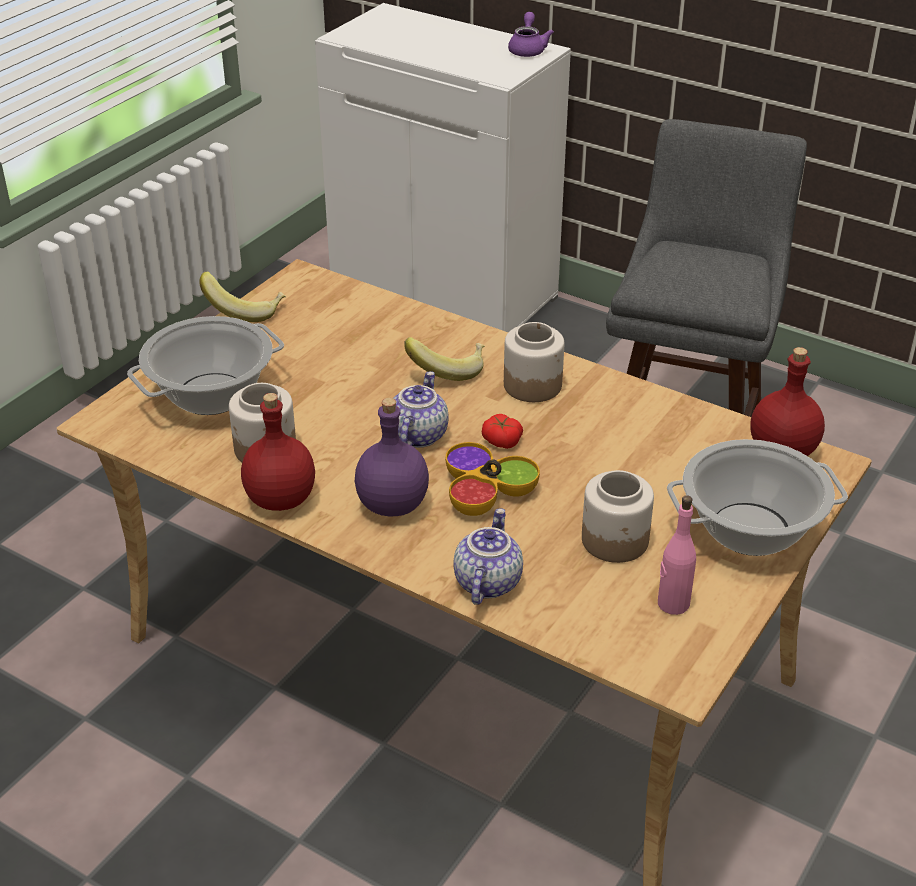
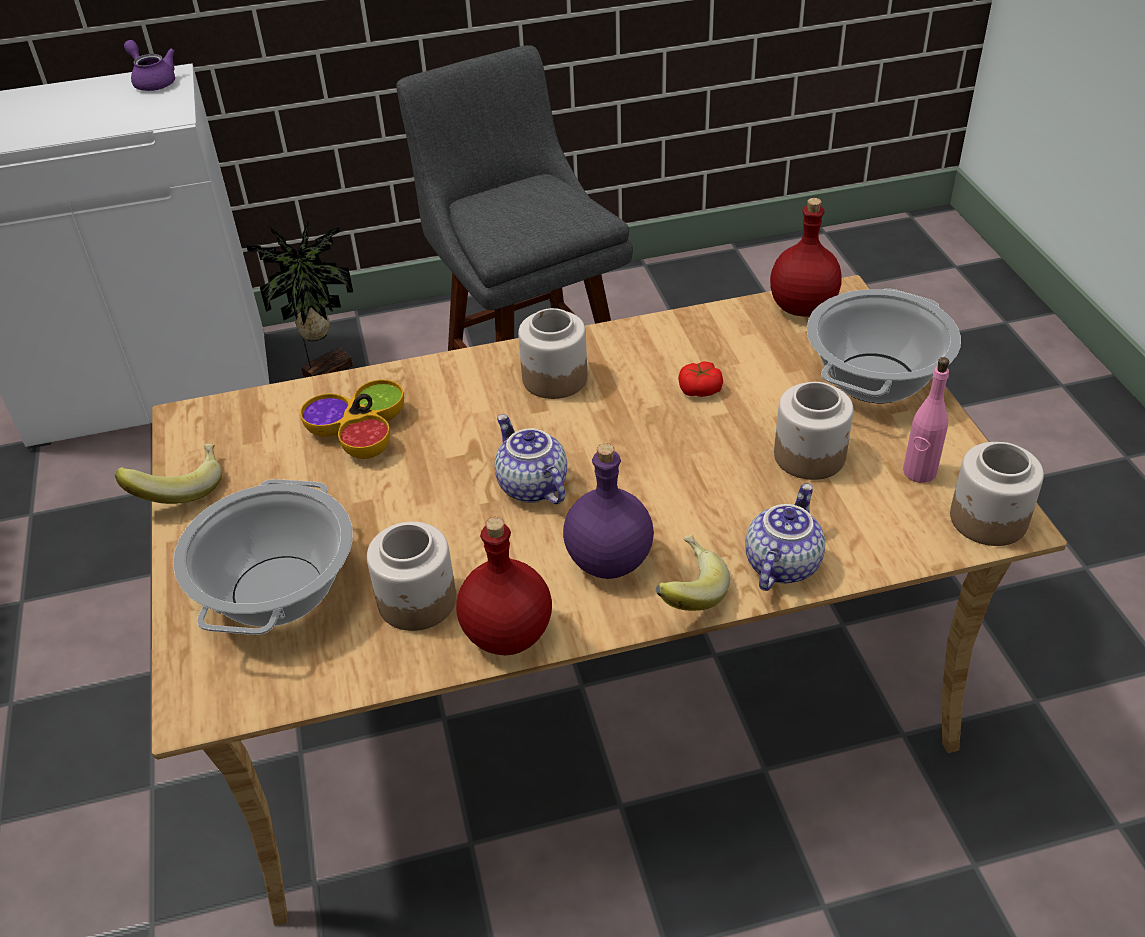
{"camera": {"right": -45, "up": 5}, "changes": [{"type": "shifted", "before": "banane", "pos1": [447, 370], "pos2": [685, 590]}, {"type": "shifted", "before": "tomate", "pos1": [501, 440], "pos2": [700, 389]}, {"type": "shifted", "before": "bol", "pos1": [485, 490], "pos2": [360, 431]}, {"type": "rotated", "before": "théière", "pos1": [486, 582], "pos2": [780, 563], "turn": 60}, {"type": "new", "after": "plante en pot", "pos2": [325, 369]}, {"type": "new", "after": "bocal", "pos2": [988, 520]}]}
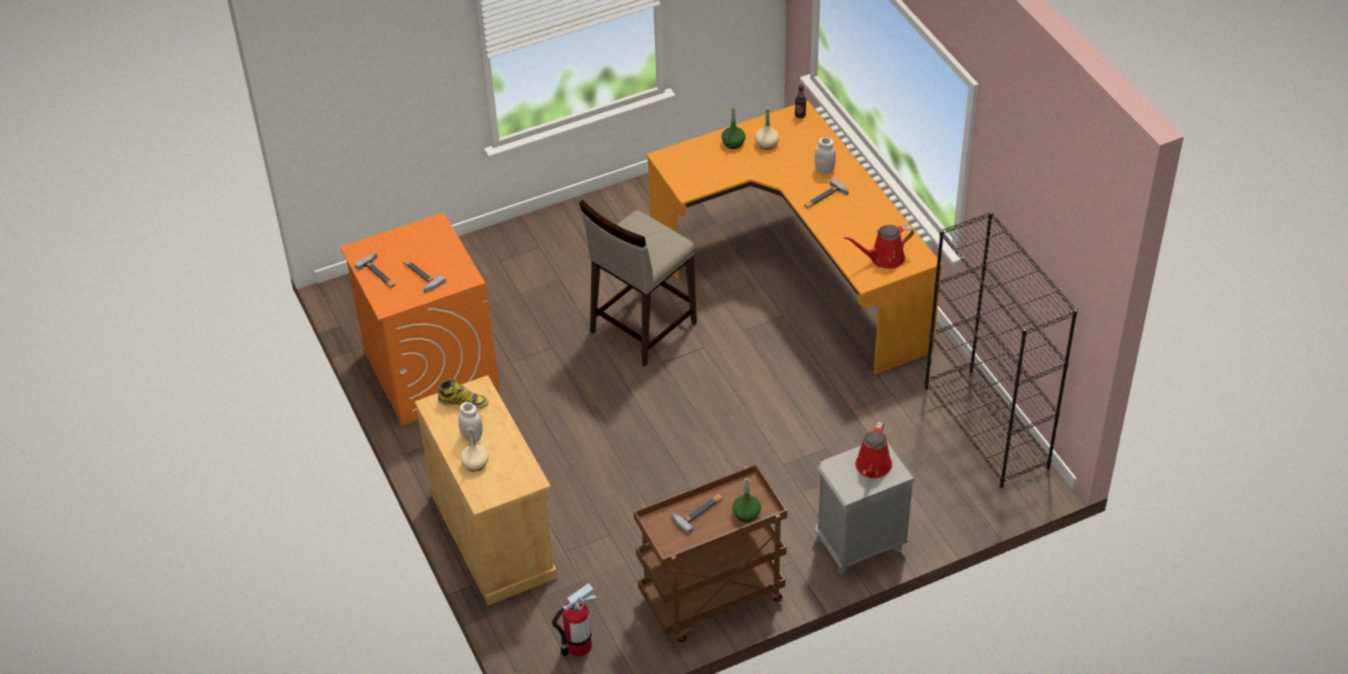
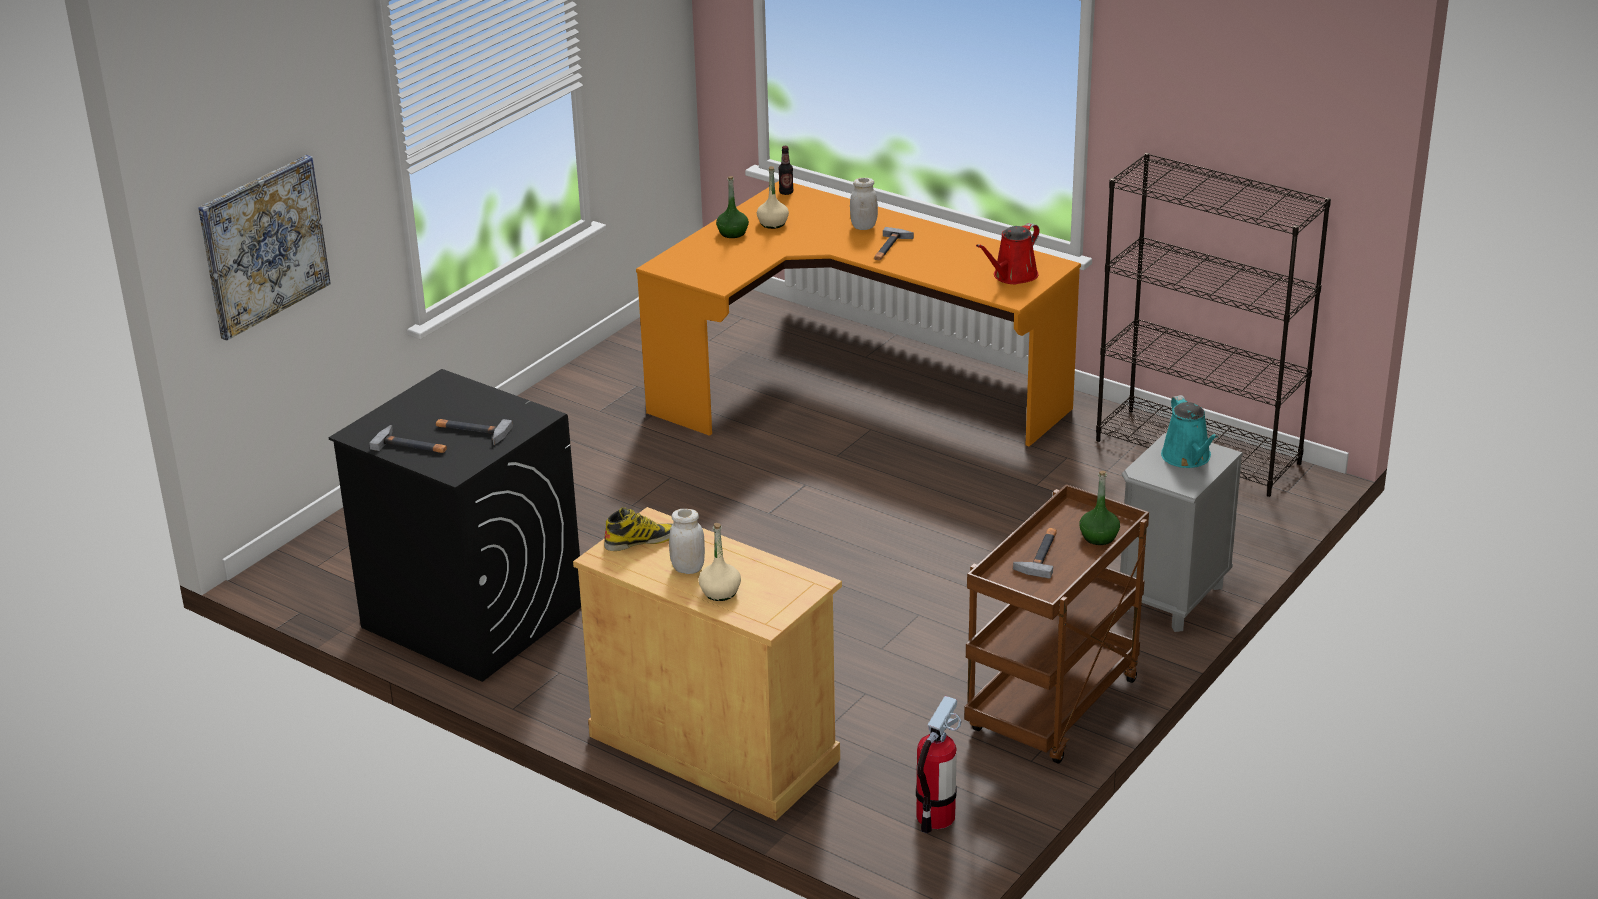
{"camera": {"right": -30, "up": -15}, "changes": [{"type": "gone", "before": "tabouret [beige]", "pos1": [642, 327]}, {"type": "repainted", "before": "lave-linge [orange]", "after": "lave-linge [noir]", "pos1": [430, 371], "pos2": [471, 616]}, {"type": "repainted", "before": "arrosoir [rouge]", "after": "arrosoir [turquoise]", "pos1": [872, 468], "pos2": [1188, 458]}, {"type": "new", "after": "tableau", "pos2": [263, 246]}]}
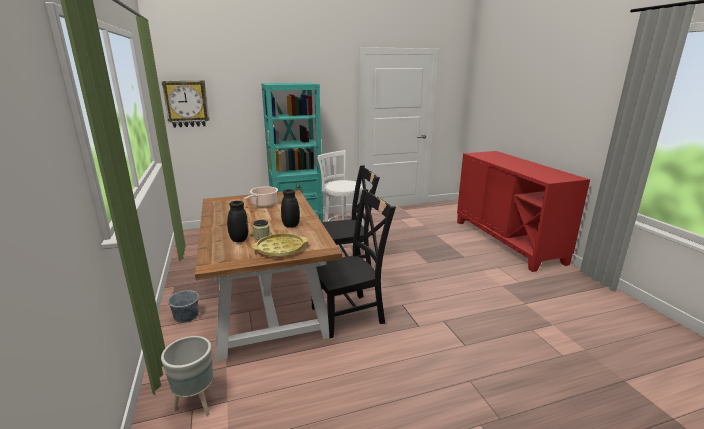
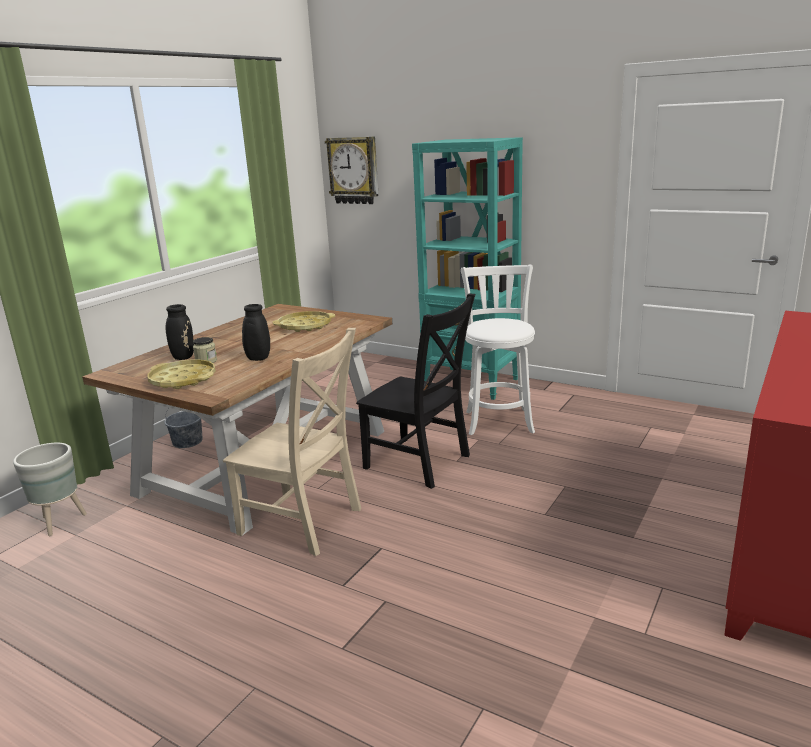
{"camera": {"right": 50, "up": 0}, "changes": [{"type": "swapped", "before": "marmite", "after": "plateau [jaune]", "pos1": [263, 205], "pos2": [304, 326]}, {"type": "repainted", "before": "chaise [noir]", "after": "chaise [beige]", "pos1": [350, 314], "pos2": [304, 523]}]}
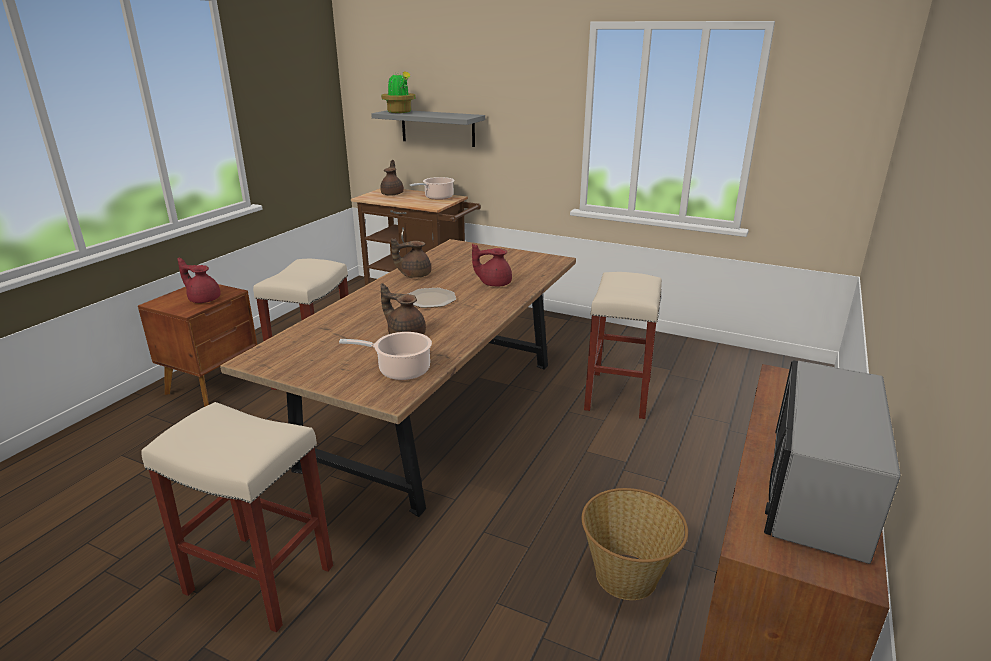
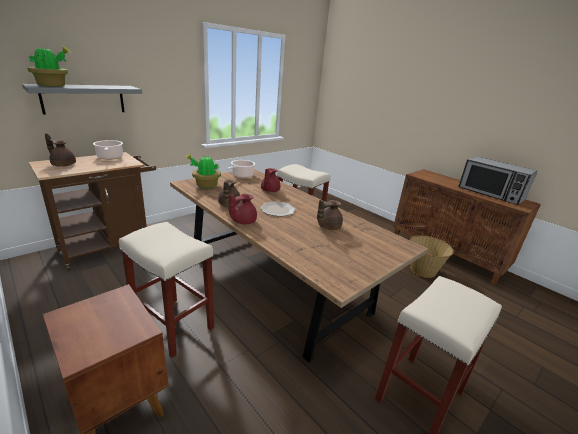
{"camera": {"right": -70, "up": 0}, "changes": [{"type": "shifted", "before": "théière [rouge]", "pos1": [203, 299], "pos2": [242, 221]}, {"type": "shifted", "before": "marmite", "pos1": [400, 370], "pos2": [241, 176]}, {"type": "new", "after": "plante en pot", "pos2": [205, 185]}]}
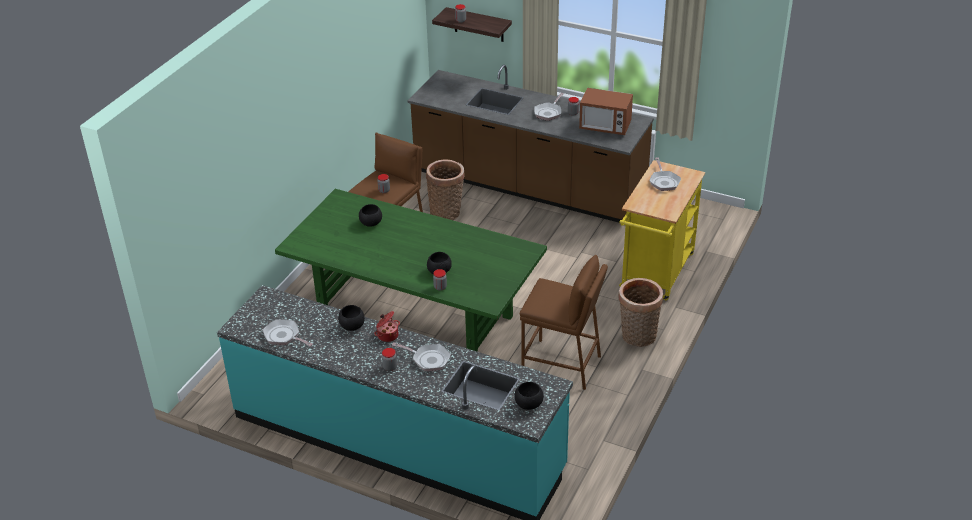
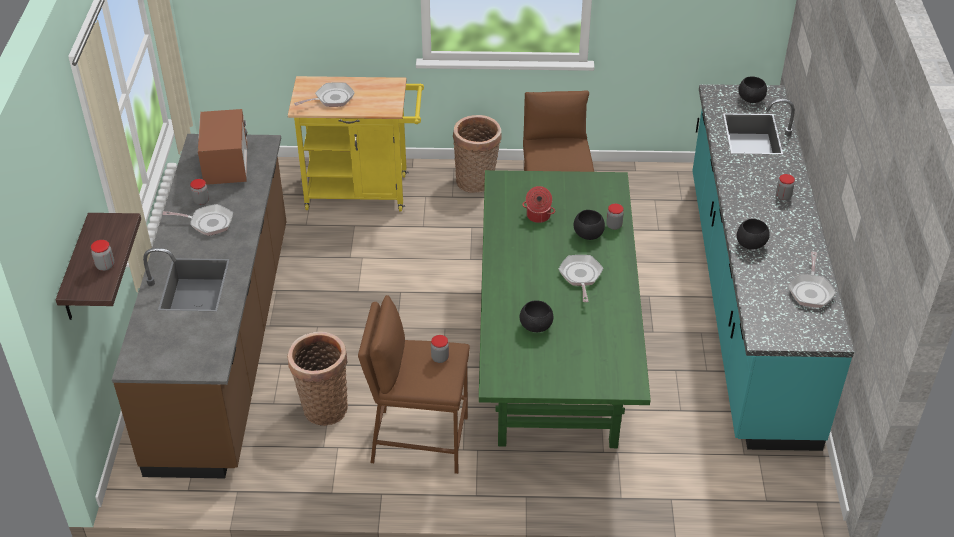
{"camera": {"right": -115, "up": 5}, "changes": [{"type": "shifted", "before": "marmite", "pos1": [387, 335], "pos2": [538, 216]}, {"type": "shifted", "before": "poêle", "pos1": [428, 359], "pos2": [580, 276]}]}
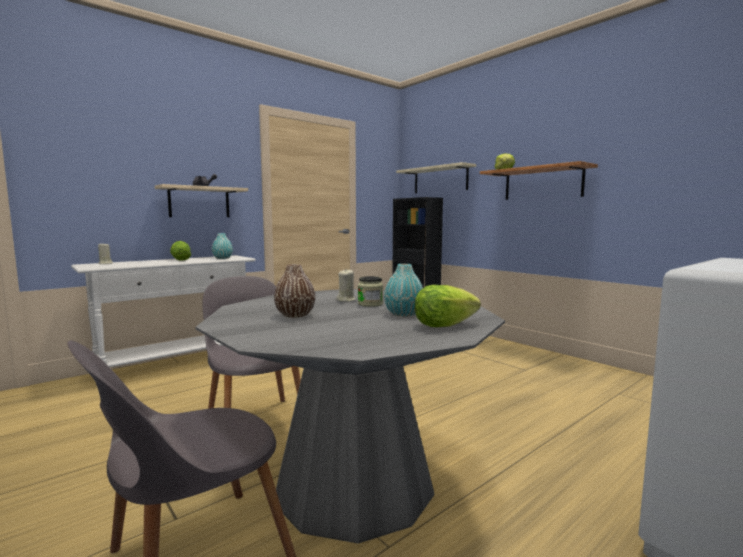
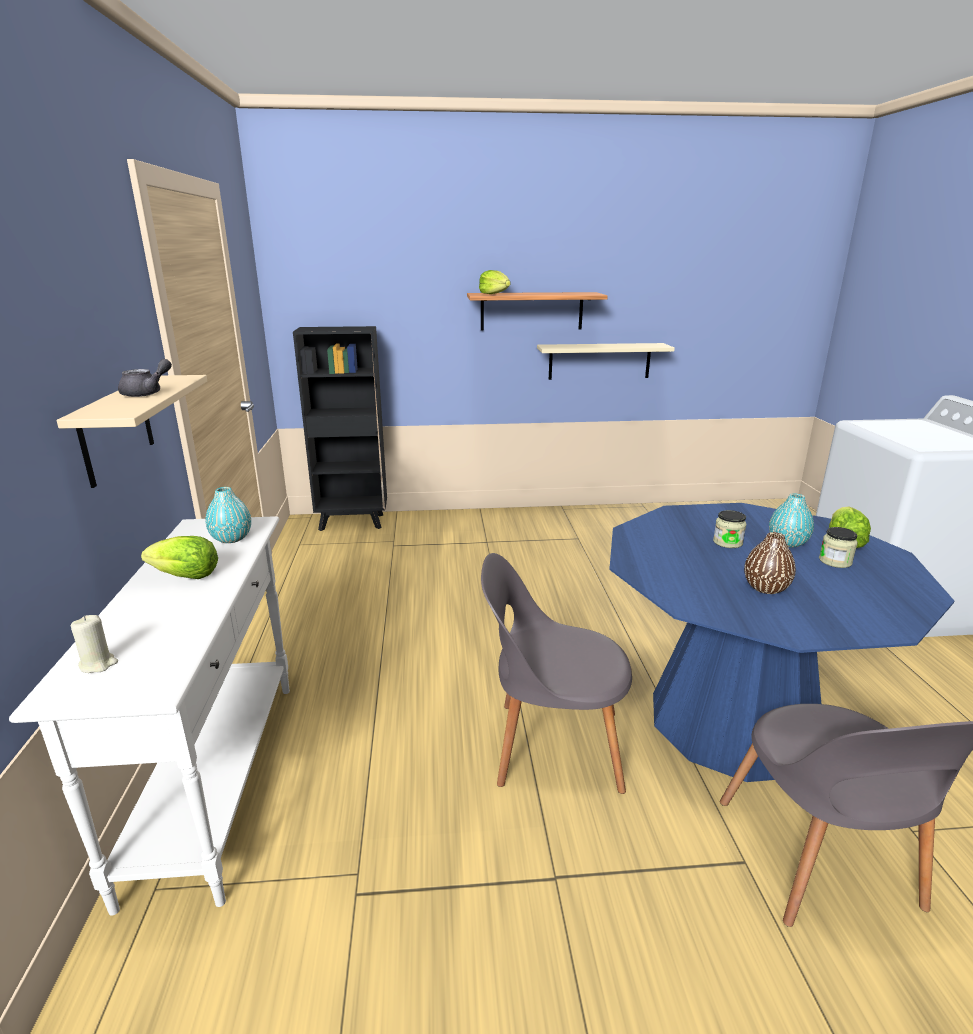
{"camera": {"right": -55, "up": 15}, "changes": [{"type": "shifted", "before": "étagère [beige]", "pos1": [440, 180], "pos2": [599, 361]}, {"type": "gone", "before": "bougie [beige]", "pos1": [346, 300]}, {"type": "repainted", "before": "table à manger [gris]", "after": "table à manger [bleu]", "pos1": [354, 482], "pos2": [734, 720]}, {"type": "new", "after": "bocal", "pos2": [835, 561]}]}
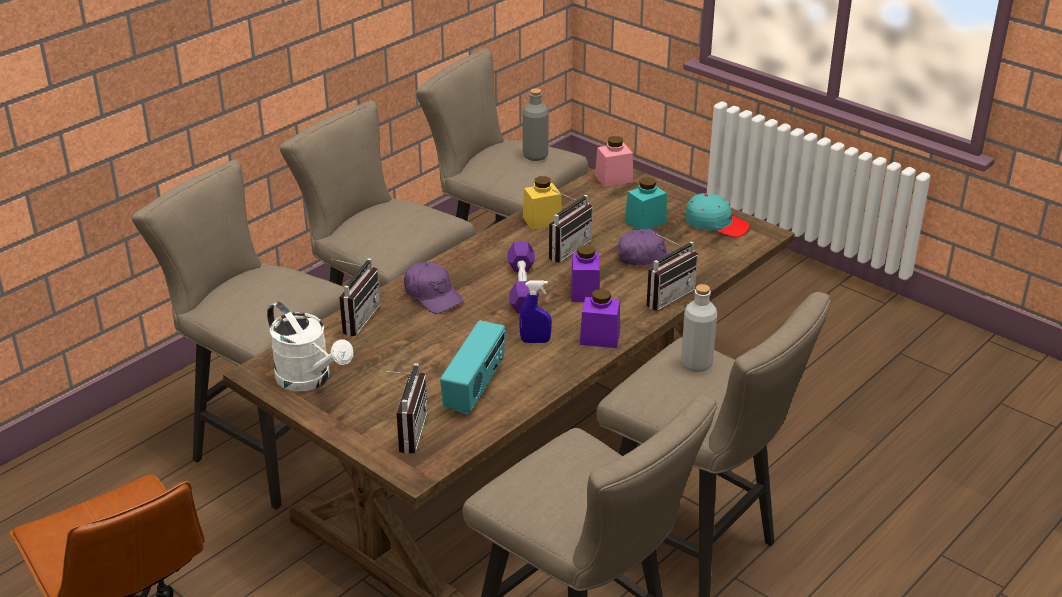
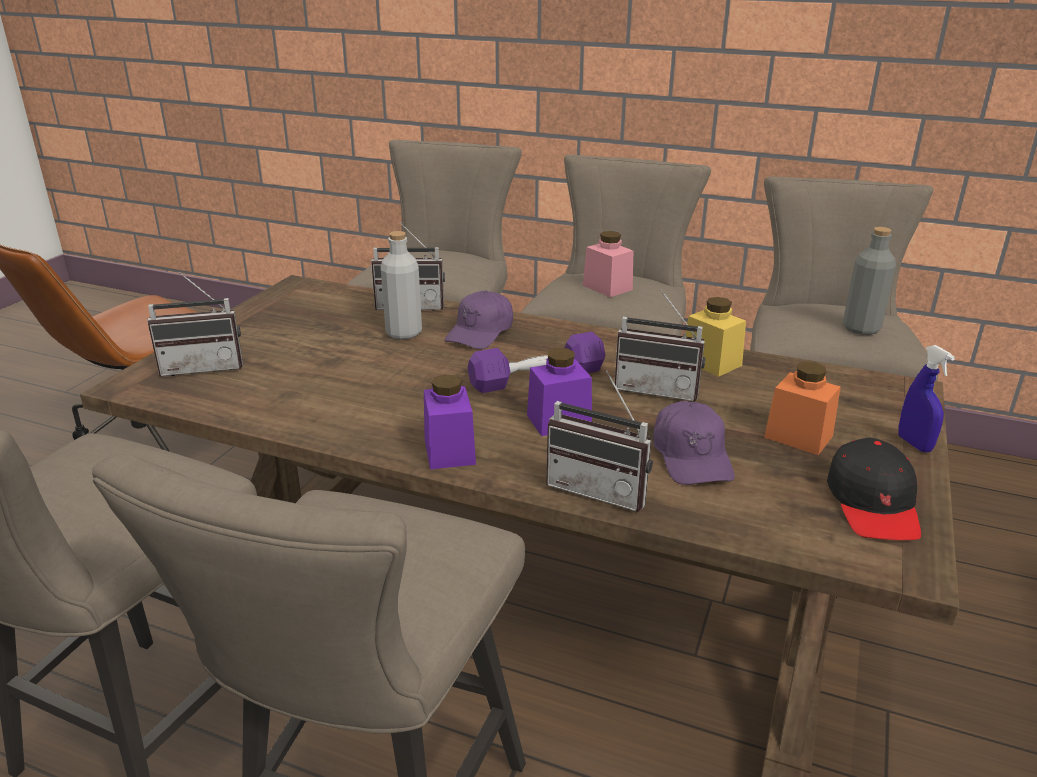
{"camera": {"right": 70, "up": -5}, "changes": [{"type": "shifted", "before": "bocal [rose]", "pos1": [613, 178], "pos2": [607, 287]}, {"type": "repainted", "before": "bocal [turquoise]", "after": "bocal [orange]", "pos1": [645, 222], "pos2": [798, 436]}, {"type": "repainted", "before": "casquette [turquoise]", "after": "casquette [noir]", "pos1": [716, 224], "pos2": [873, 504]}, {"type": "shifted", "before": "vaporisateur [bleu]", "pos1": [535, 341], "pos2": [914, 444]}, {"type": "shifted", "before": "bouteille [gris]", "pos1": [696, 364], "pos2": [403, 333]}, {"type": "gone", "before": "arrosoir [blanc]", "pos1": [310, 380]}, {"type": "gone", "before": "radio", "pos1": [475, 388]}]}
